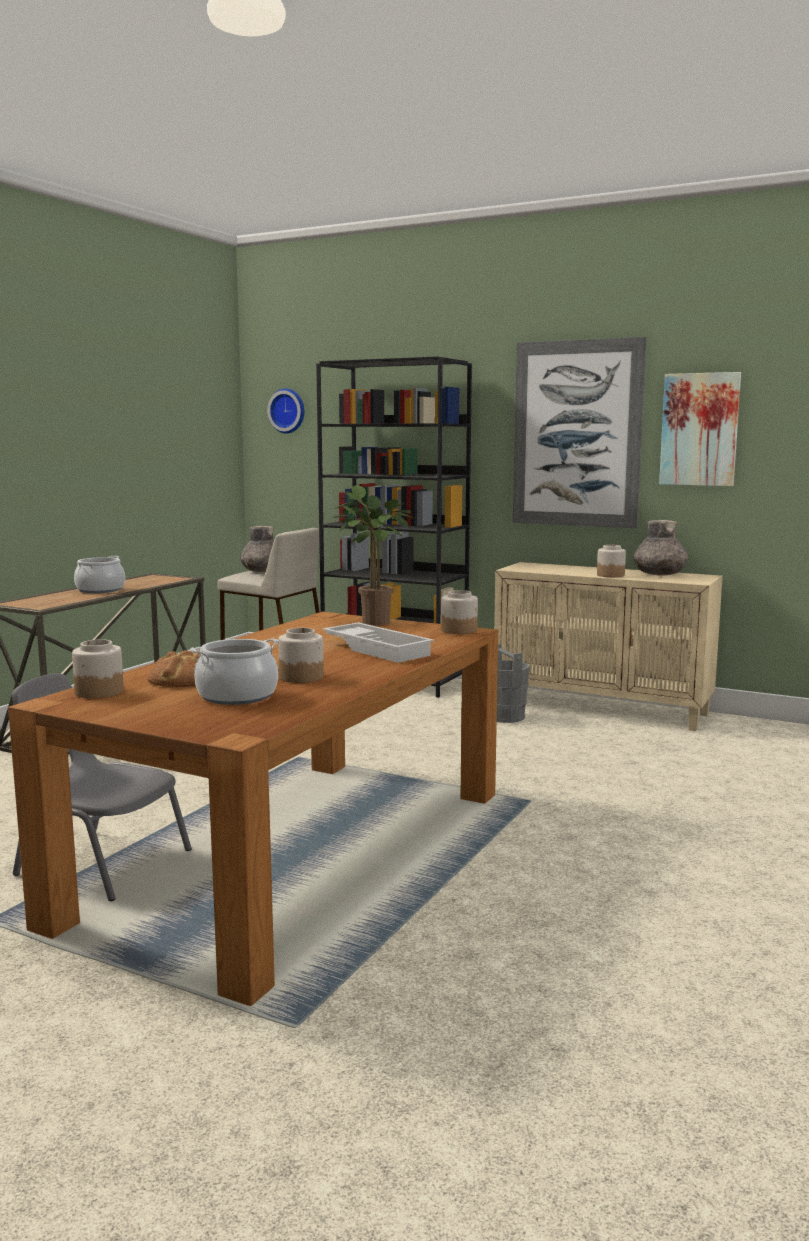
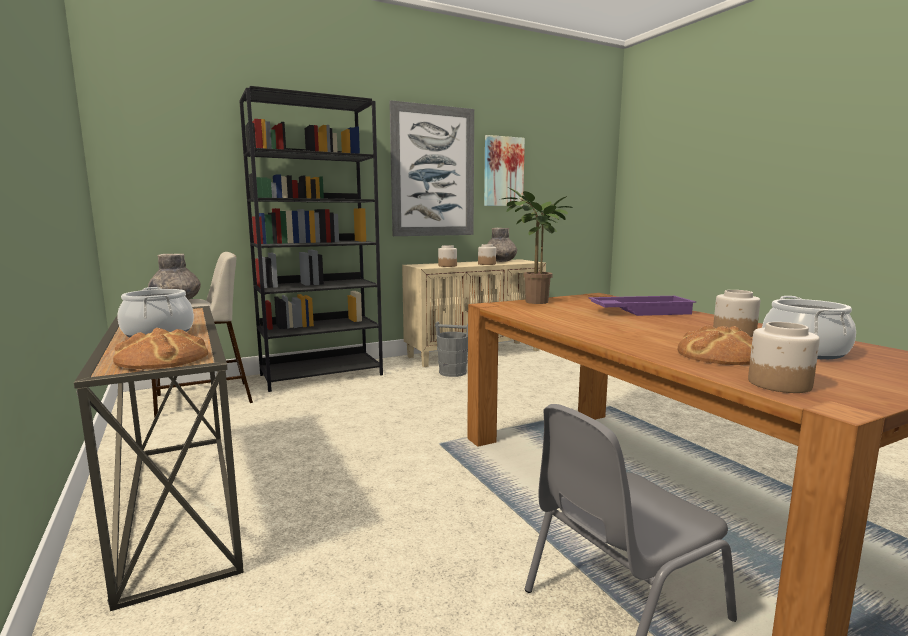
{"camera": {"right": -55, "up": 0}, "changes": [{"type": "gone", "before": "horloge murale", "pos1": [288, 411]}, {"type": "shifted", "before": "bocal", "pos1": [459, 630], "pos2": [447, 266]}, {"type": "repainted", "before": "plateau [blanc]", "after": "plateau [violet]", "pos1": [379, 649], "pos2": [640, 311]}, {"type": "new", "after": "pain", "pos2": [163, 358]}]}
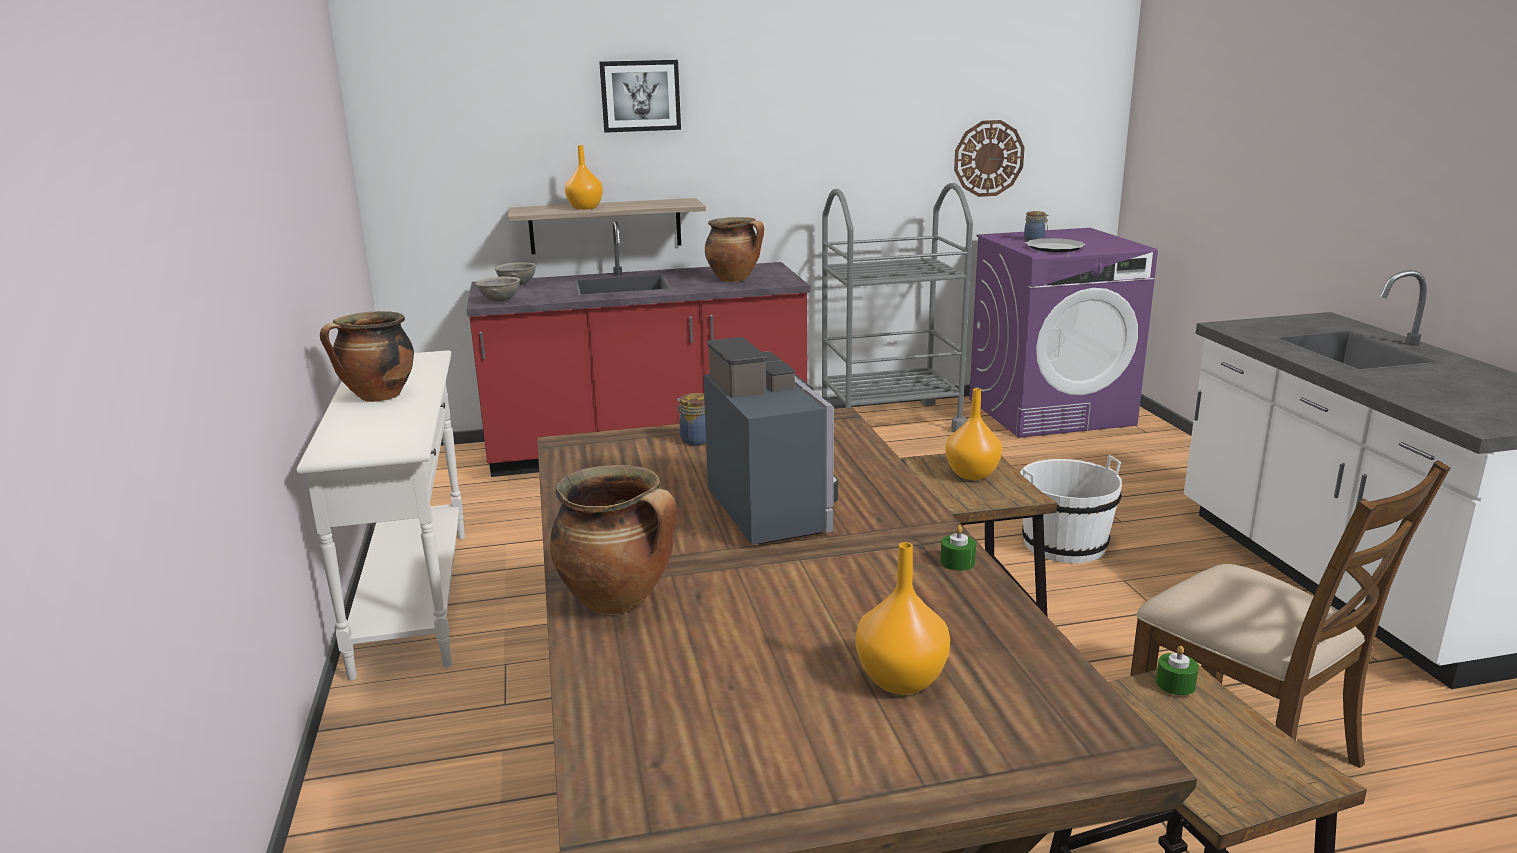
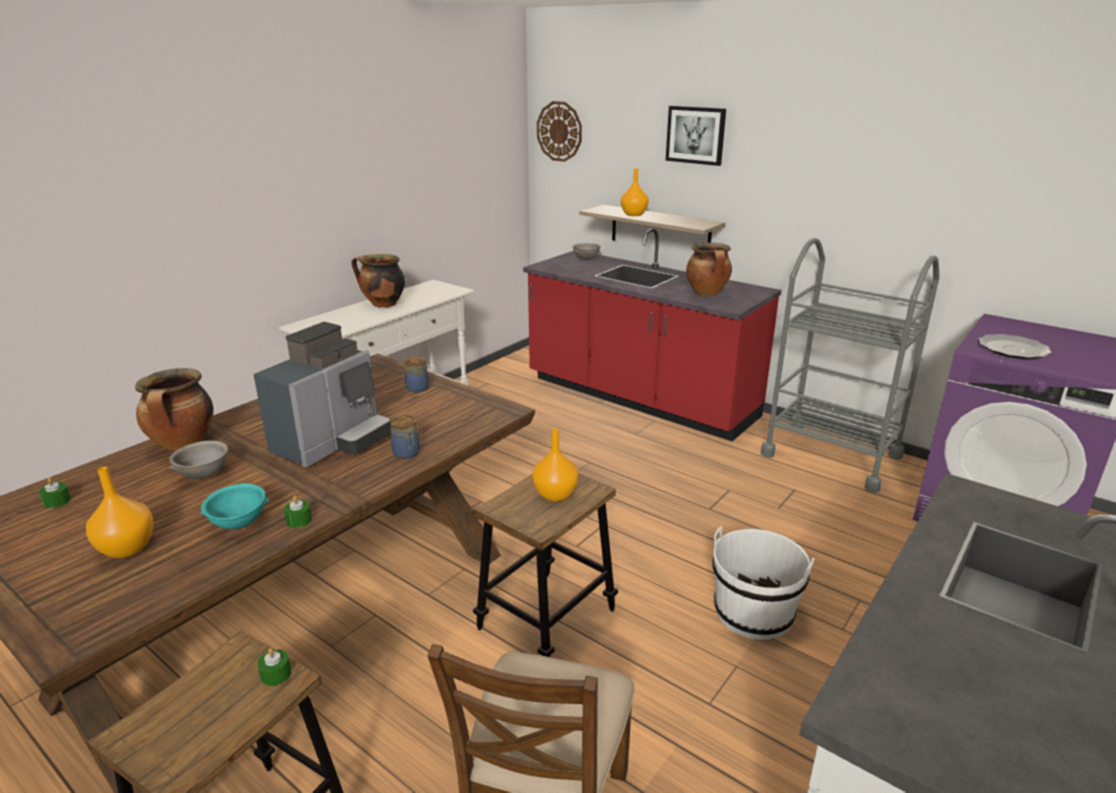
{"camera": {"right": 50, "up": 5}, "changes": [{"type": "shifted", "before": "horloge murale", "pos1": [988, 158], "pos2": [559, 131]}, {"type": "shifted", "before": "bocal", "pos1": [1035, 240], "pos2": [407, 453]}, {"type": "shifted", "before": "bol [gris]", "pos1": [499, 301], "pos2": [203, 475]}, {"type": "new", "after": "bougie [vert]", "pos2": [57, 501]}, {"type": "new", "after": "bol [turquoise]", "pos2": [239, 524]}]}
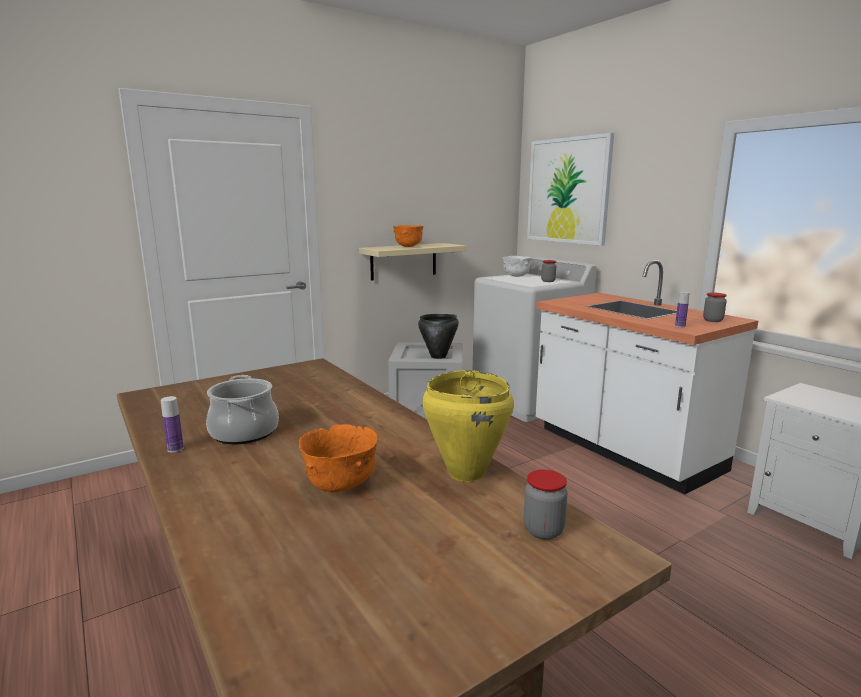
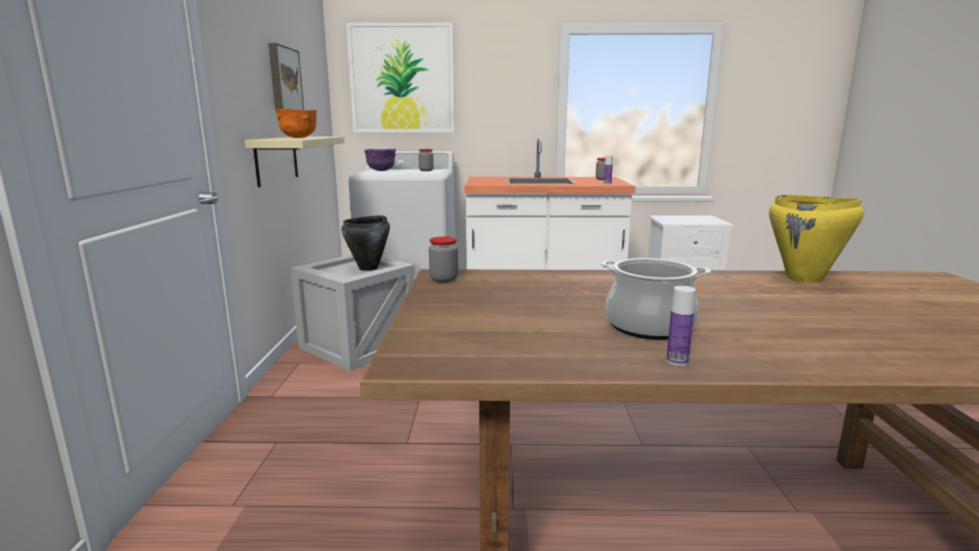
{"camera": {"right": -55, "up": 0}, "changes": [{"type": "repainted", "before": "bol [blanc]", "after": "bol [violet]", "pos1": [516, 276], "pos2": [381, 171]}, {"type": "gone", "before": "bol [orange]", "pos1": [341, 486]}, {"type": "shifted", "before": "bocal", "pos1": [543, 530], "pos2": [444, 279]}, {"type": "new", "after": "tableau", "pos2": [283, 79]}]}
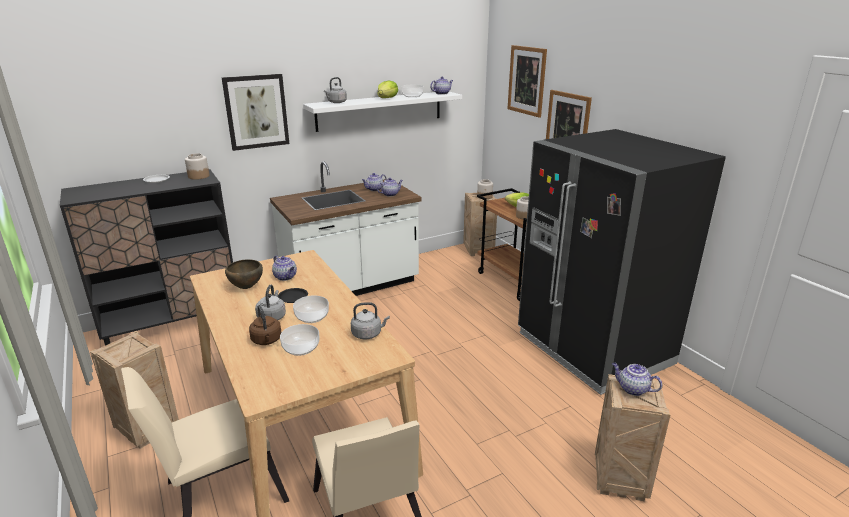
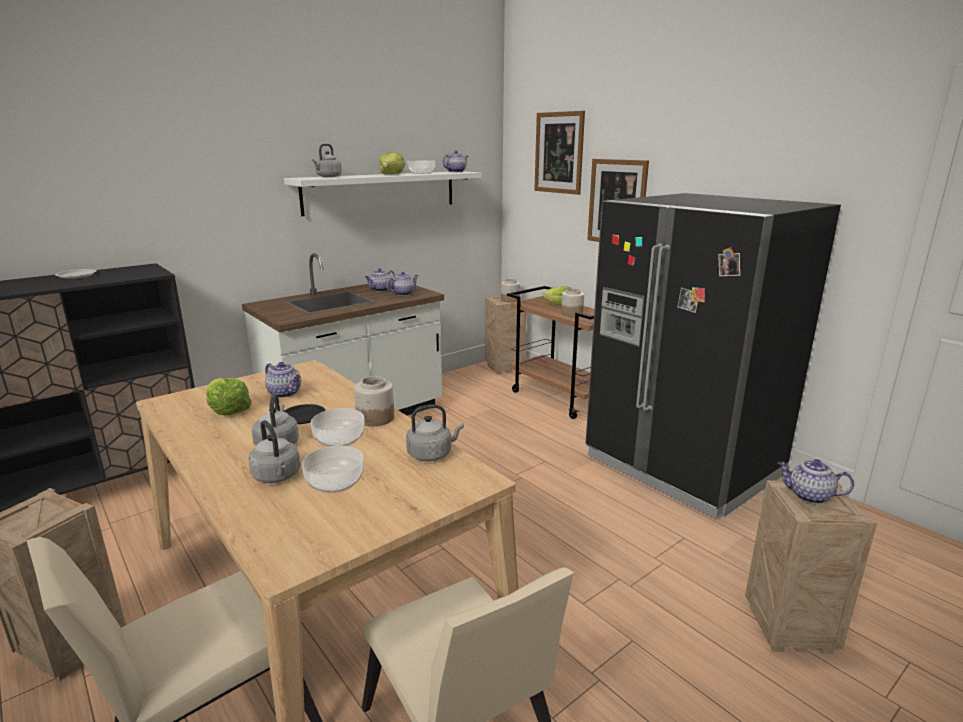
{"camera": {"right": -10, "up": -5}, "changes": [{"type": "gone", "before": "tableau", "pos1": [256, 111]}, {"type": "shifted", "before": "bocal", "pos1": [198, 176], "pos2": [375, 418]}, {"type": "swapped", "before": "bol [marron]", "after": "laitue", "pos1": [246, 287], "pos2": [228, 410]}, {"type": "repainted", "before": "bouilloire [marron]", "after": "bouilloire [gris]", "pos1": [267, 341], "pos2": [277, 477]}]}
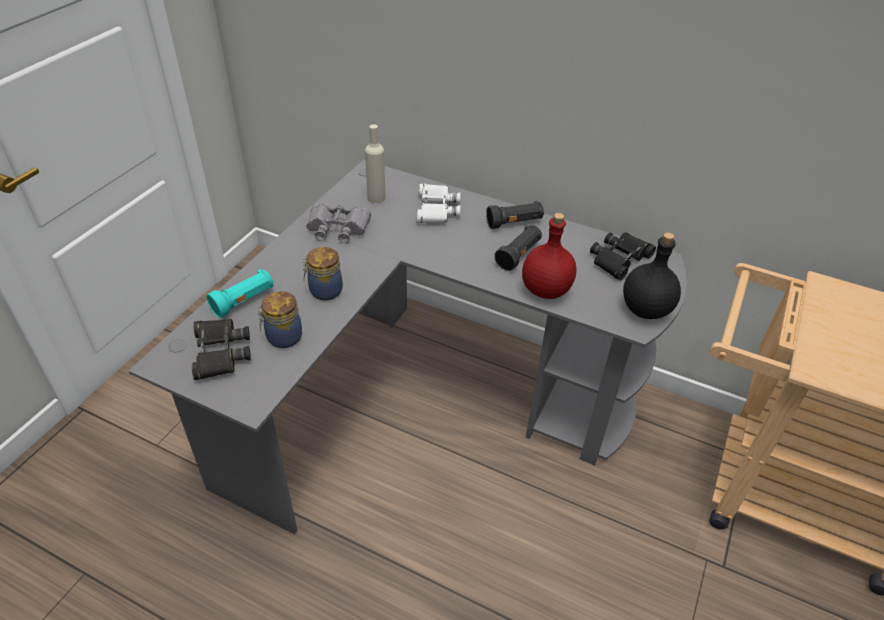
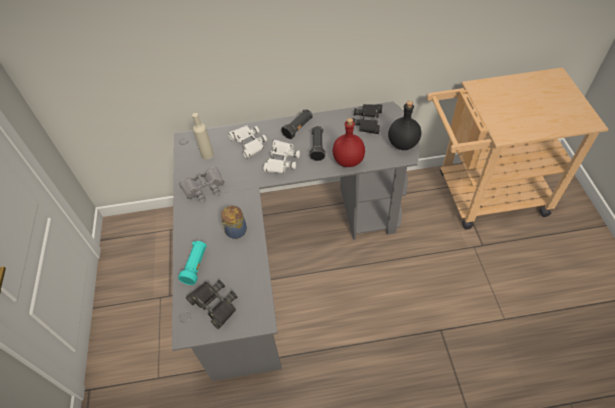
{"camera": {"right": -30, "up": 10}, "changes": [{"type": "gone", "before": "bocal", "pos1": [282, 337]}, {"type": "new", "after": "jumelles [blanc]", "pos2": [281, 160]}]}
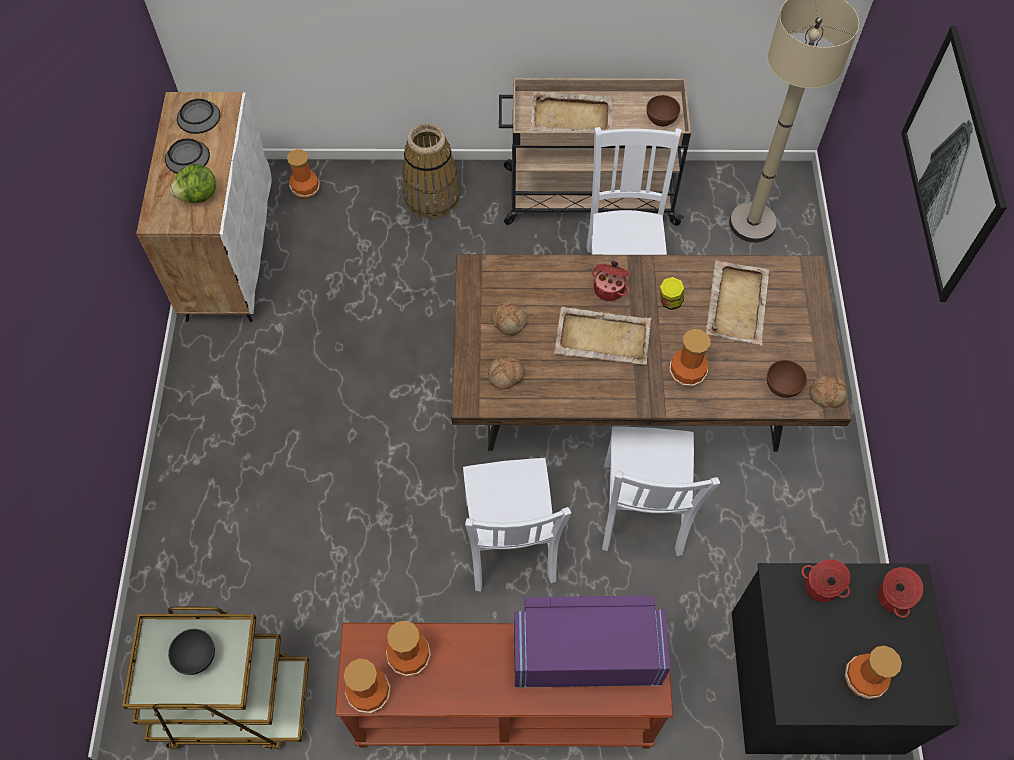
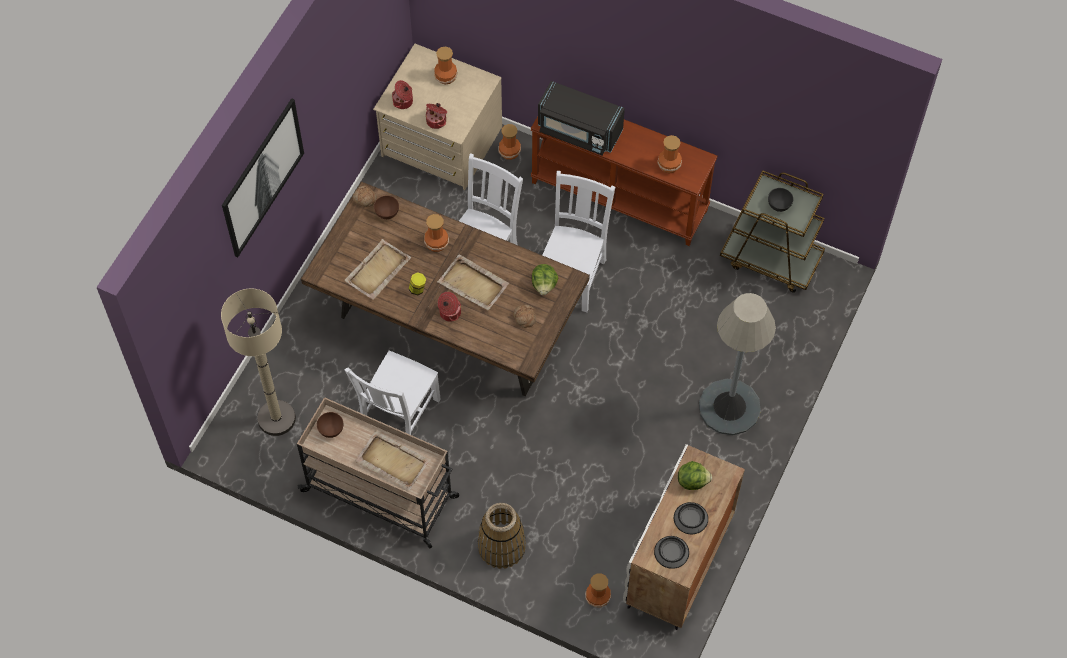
{"camera": {"right": -155, "up": 0}, "changes": [{"type": "swapped", "before": "pain", "after": "laitue", "pos1": [506, 376], "pos2": [544, 285]}, {"type": "repainted", "before": "commode [noir]", "after": "commode [beige]", "pos1": [815, 677], "pos2": [441, 143]}, {"type": "repainted", "before": "micro-ondes [violet]", "after": "micro-ondes [noir]", "pos1": [586, 654], "pos2": [579, 131]}, {"type": "shifted", "before": "vase", "pos1": [368, 692], "pos2": [510, 152]}, {"type": "new", "after": "lampadaire [gris]", "pos2": [729, 407]}]}
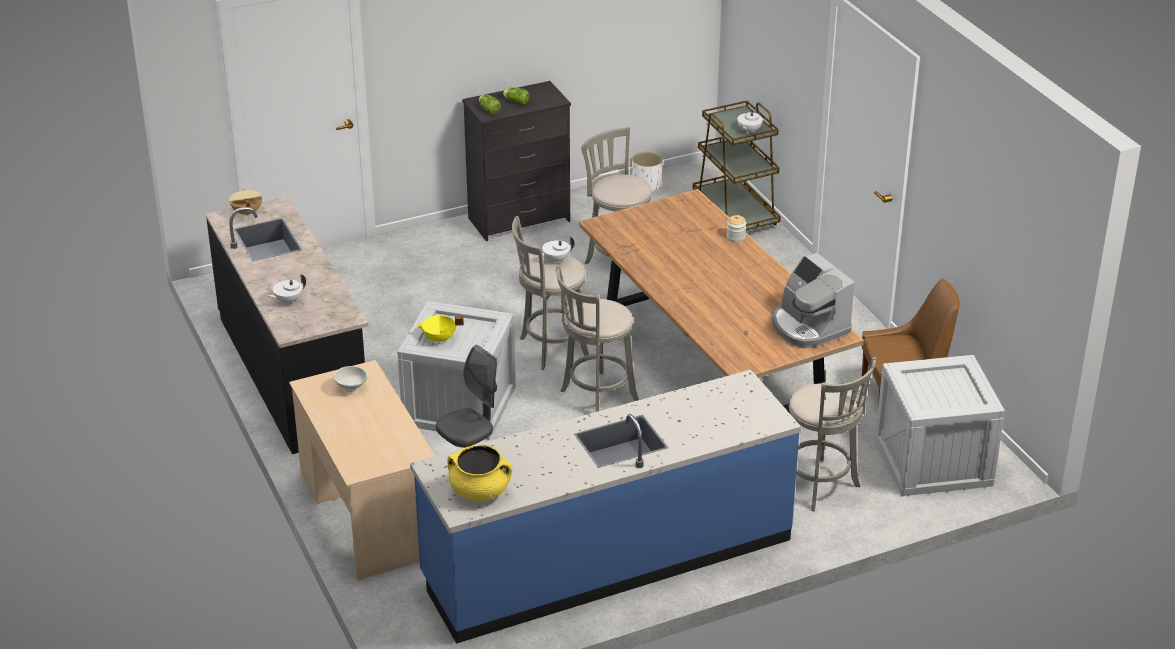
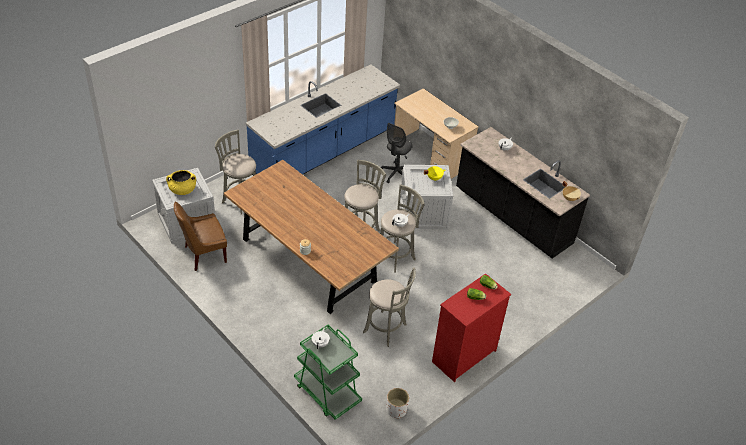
{"camera": {"right": 160, "up": 10}, "changes": [{"type": "repainted", "before": "commode [noir]", "after": "commode [rouge]", "pos1": [520, 219], "pos2": [463, 356]}, {"type": "repainted", "before": "chariot [marron]", "after": "chariot [vert]", "pos1": [735, 214], "pos2": [327, 392]}, {"type": "gone", "before": "machine à café", "pos1": [808, 327]}, {"type": "shifted", "before": "marmite [jaune]", "pos1": [480, 491], "pos2": [182, 190]}]}
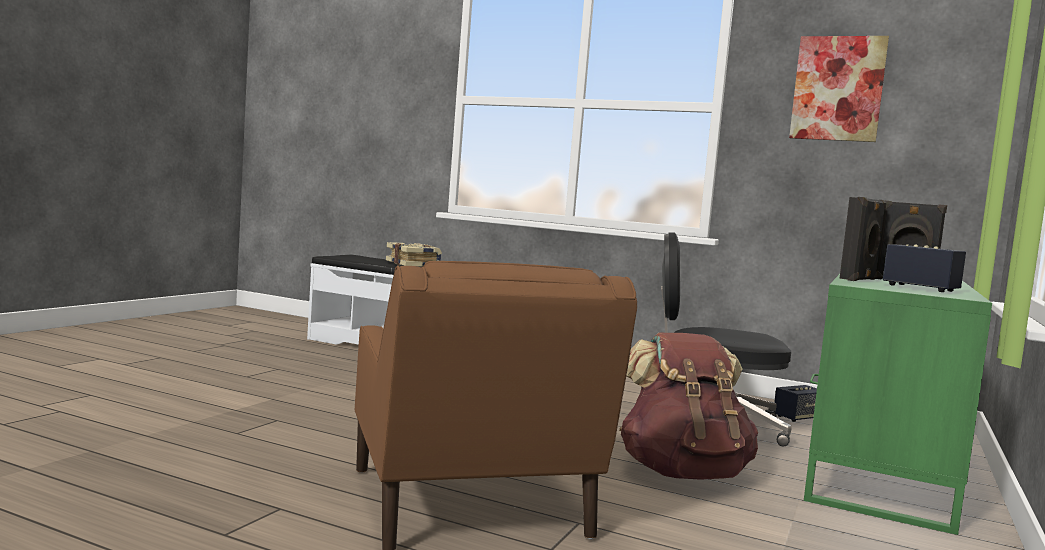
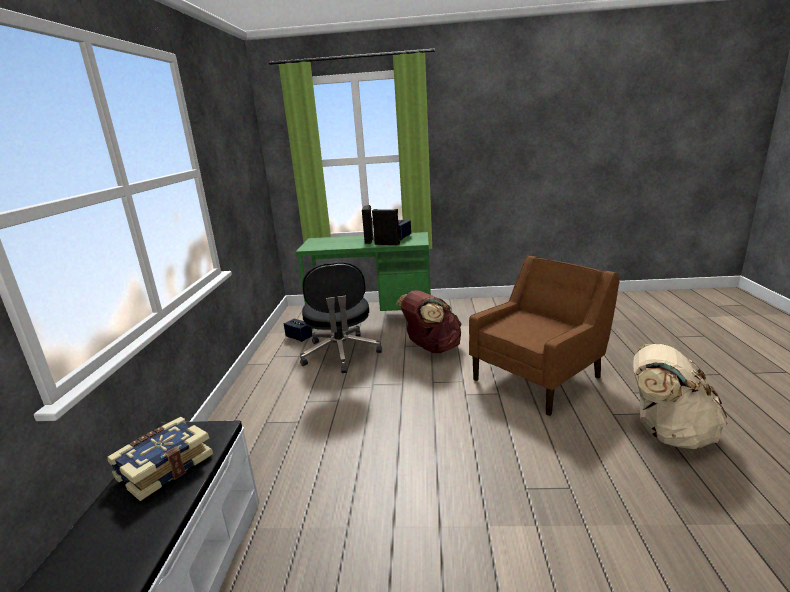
{"camera": {"right": -110, "up": 15}, "changes": [{"type": "gone", "before": "tableau", "pos1": [838, 89]}, {"type": "new", "after": "sac à dos [beige]", "pos2": [668, 432]}]}
